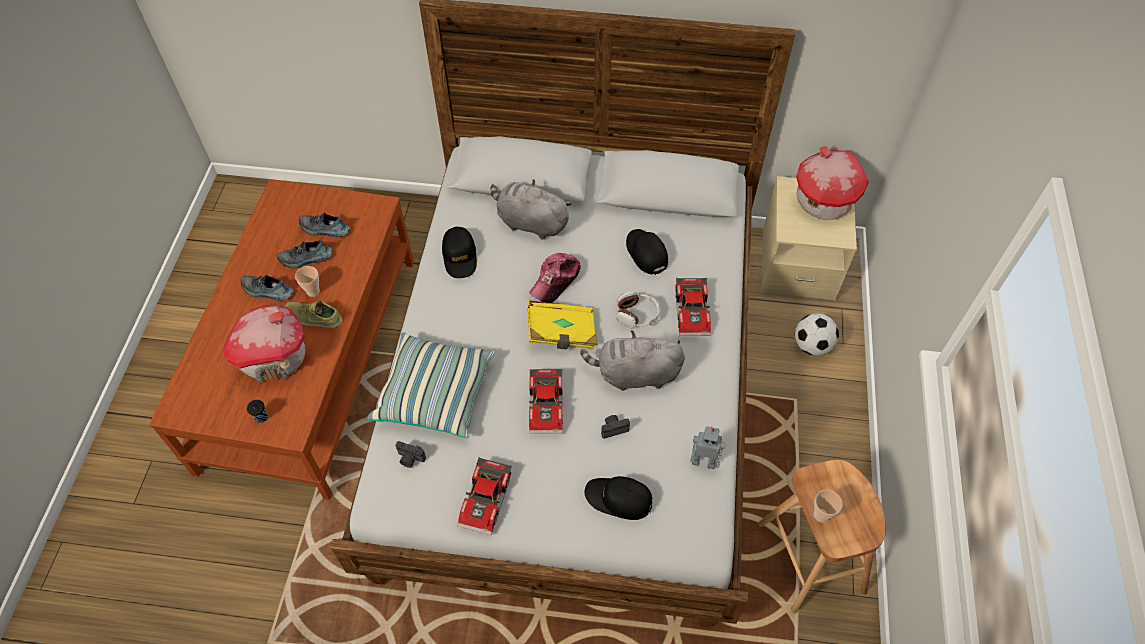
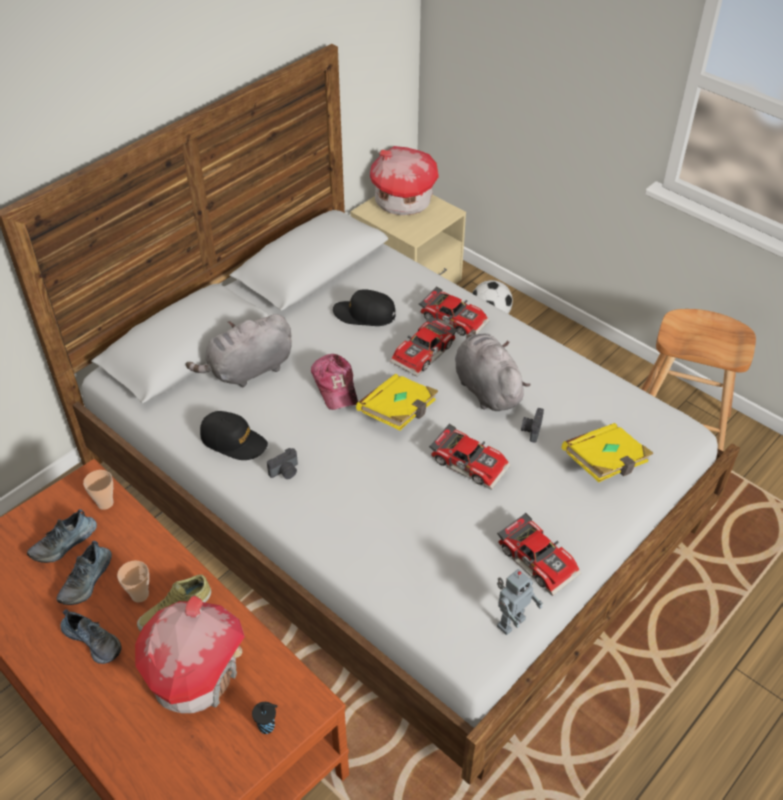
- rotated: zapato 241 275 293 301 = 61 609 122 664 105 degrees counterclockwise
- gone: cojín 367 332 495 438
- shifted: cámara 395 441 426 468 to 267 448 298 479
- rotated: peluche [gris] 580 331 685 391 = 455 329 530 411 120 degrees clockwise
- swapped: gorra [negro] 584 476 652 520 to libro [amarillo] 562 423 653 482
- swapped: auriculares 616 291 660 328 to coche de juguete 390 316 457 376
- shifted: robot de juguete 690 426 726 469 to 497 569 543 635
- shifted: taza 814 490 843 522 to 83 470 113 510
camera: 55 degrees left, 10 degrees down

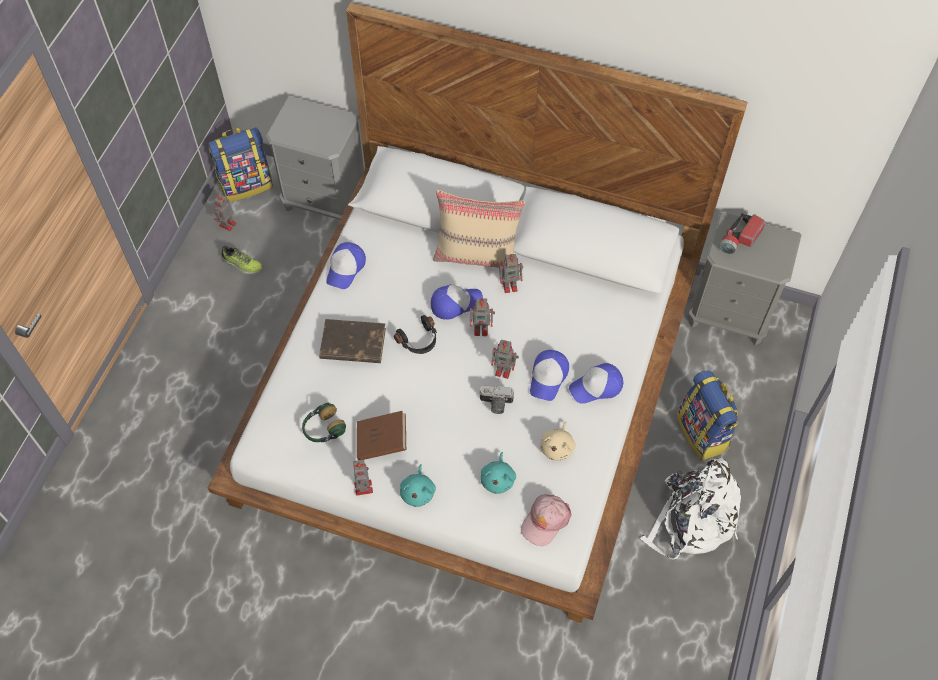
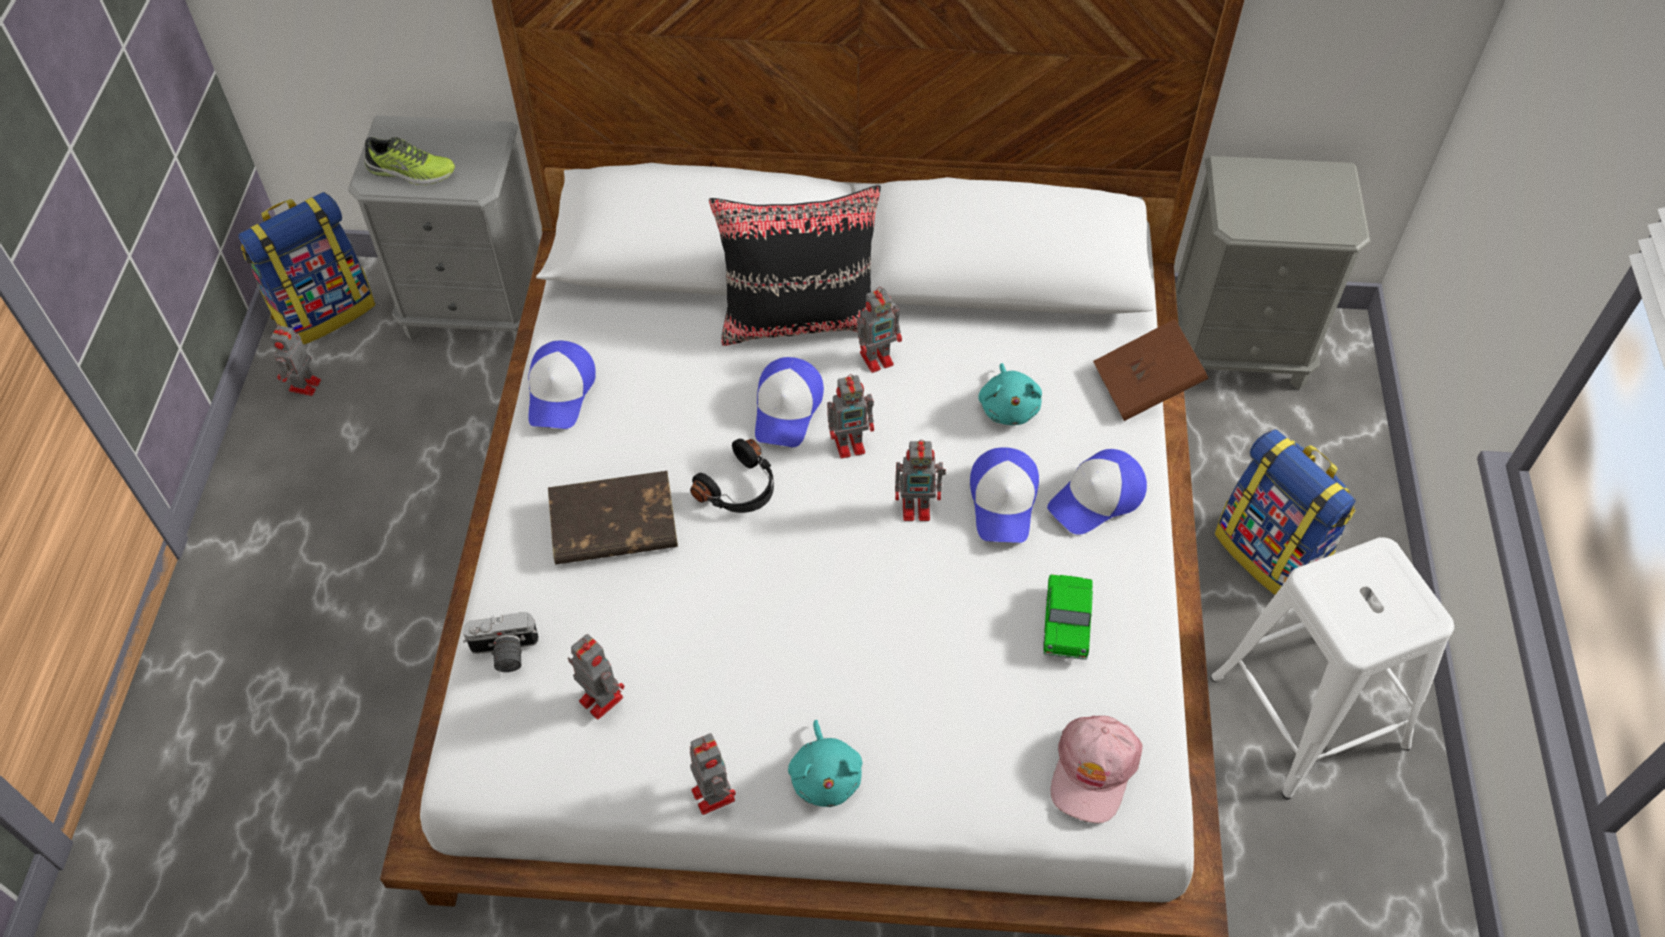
- shifted: zapato 221 246 263 274 to 364 137 455 185
- swapped: auriculares 302 403 346 443 to robot de juguete 568 634 624 720
- shifted: libro [marrón] 357 411 406 460 to 1093 319 1208 421
- rotated: gorra 430 284 483 320 = 755 357 824 447 135 degrees clockwise
- repainted: cojín [beis] 433 190 525 268 to cojín [negro] 709 185 881 346
- shifted: cámara 479 386 514 414 to 463 612 539 672
- shifted: peluche [turquesa] 481 452 516 494 to 978 363 1042 425
- swapped: peluche [beis] 540 422 576 461 to coche de juguete 1043 575 1093 660
- swapped: mochila [blanco] 640 458 741 559 to taburete [blanco] 1211 537 1454 799
- gone: linterna 719 213 765 254
camera: 15 degrees left, 5 degrees down

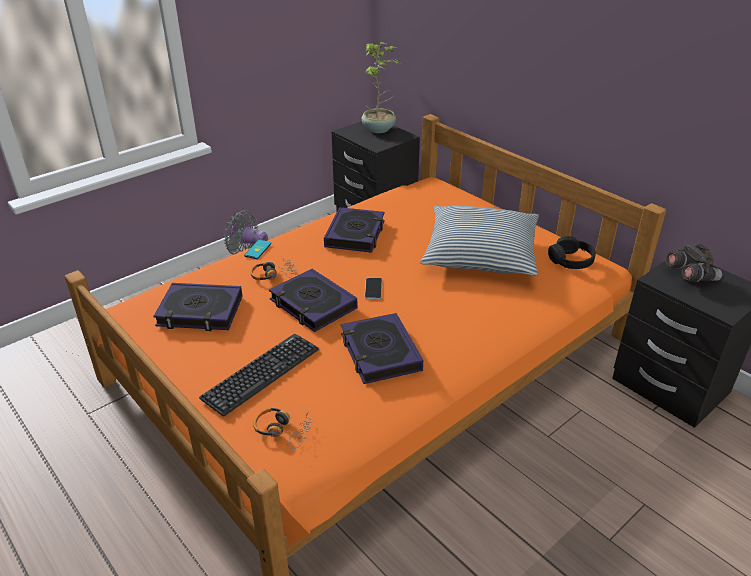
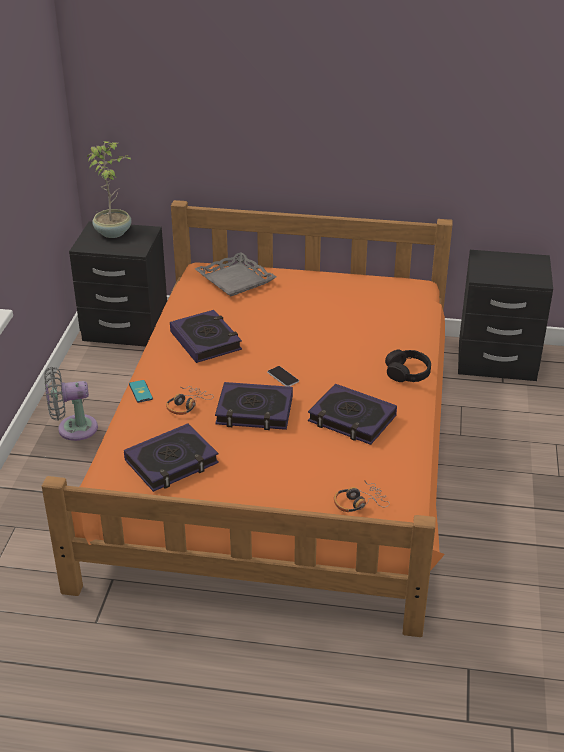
- gone: teclado 199 334 319 416
- gone: cojín 420 205 539 275
- shifted: auriculares [negro] 548 236 596 269 to 385 349 431 382
- gone: prismáticos [gris] 665 244 722 282
- new: bandeja [gris] 195 252 276 297
camera: 40 degrees left, 0 degrees up

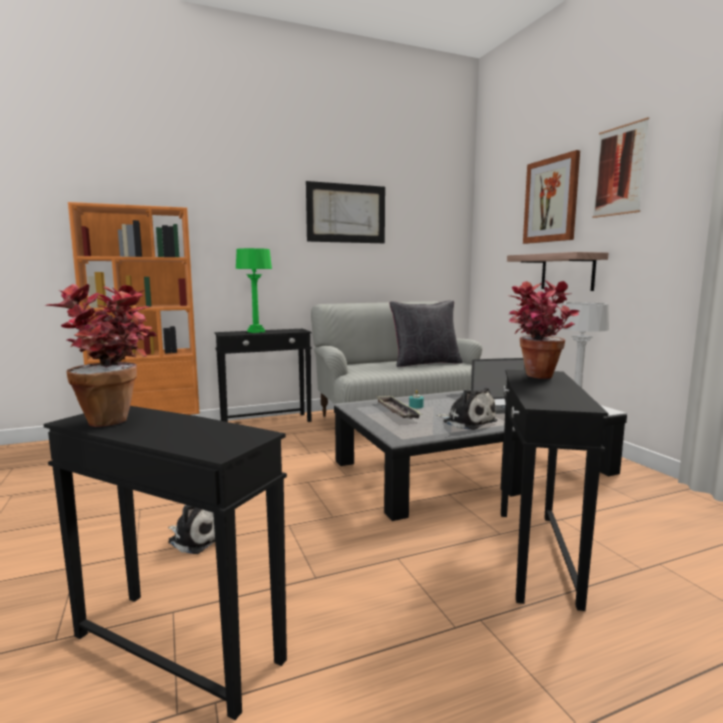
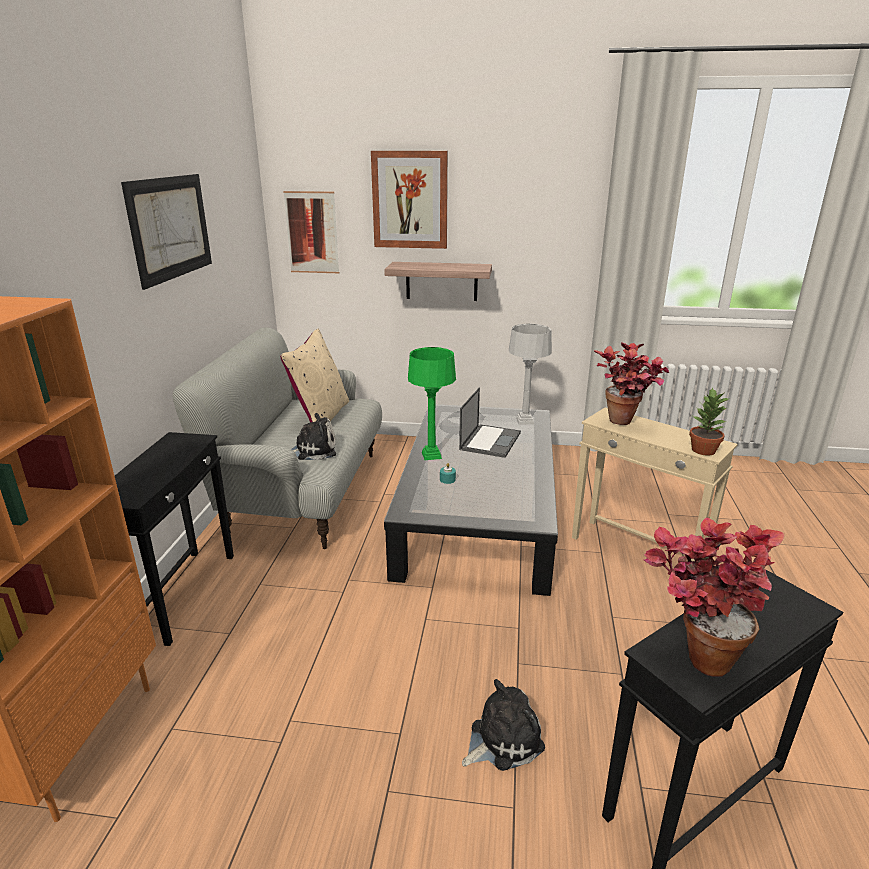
- shifted: lámpara de mesa [verde] 236 248 272 333 to 408 347 456 460
- gone: bandeja 375 396 423 419
- repainted: cojín [negro] 390 300 462 367 to cojín [beis] 280 329 349 422
- shifted: peluche 437 388 497 430 to 291 413 336 460
- repainted: mesa auxiliar [negro] 501 370 608 611 to mesa auxiliar [beis] 572 407 738 561
- shifted: cuadro 592 117 649 218 to 283 191 339 273
- new: planta en maceta 689 387 730 455
camera: 60 degrees left, 15 degrees up

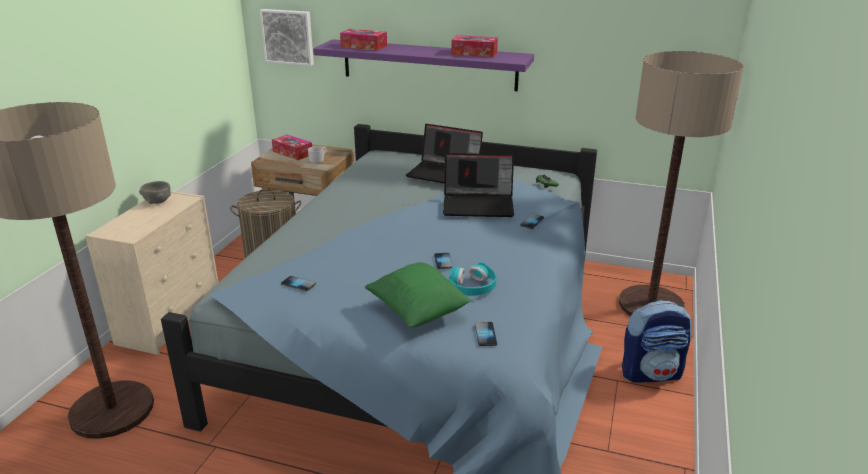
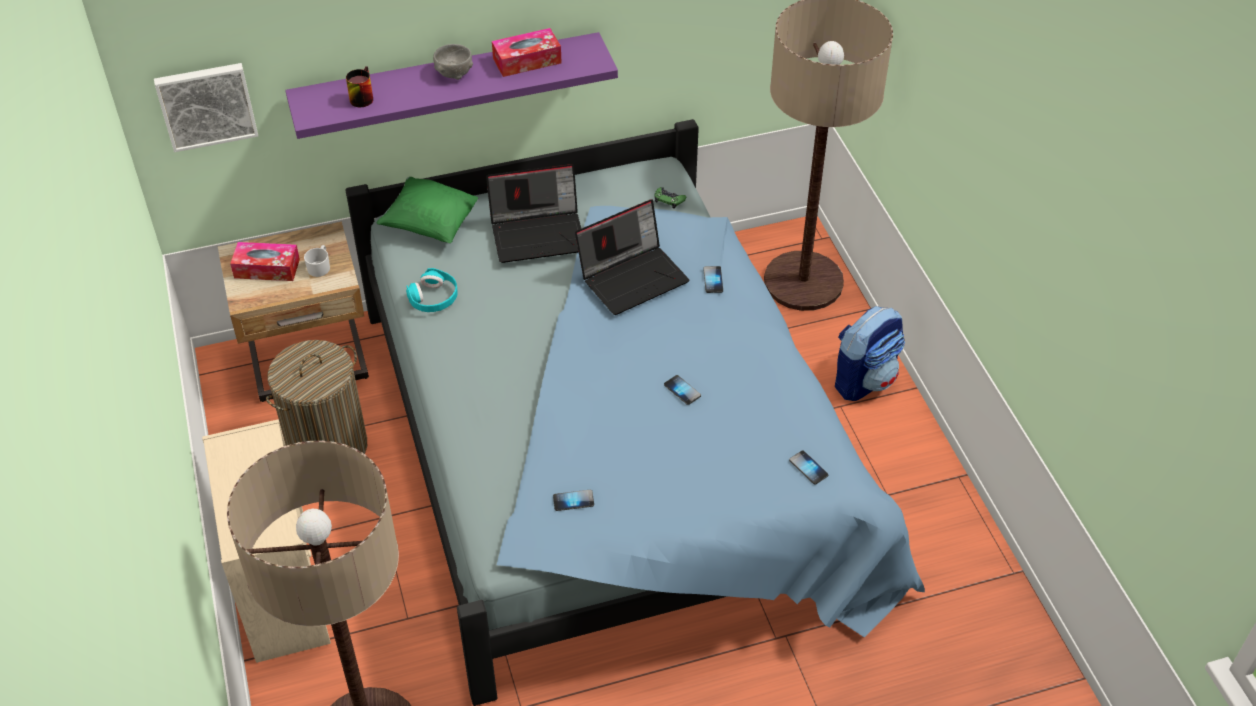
- shifted: cuenco [gris] 139 181 171 204 to 433 44 473 80
- swapped: caja de pañuelos 340 29 387 51 to taza grande 346 66 373 107
- shifted: cojín [verde] 364 262 471 328 to 376 177 478 243
- shifted: auriculares [turquesa] 449 262 497 296 to 406 268 458 312
camera: 35 degrees left, 20 degrees up

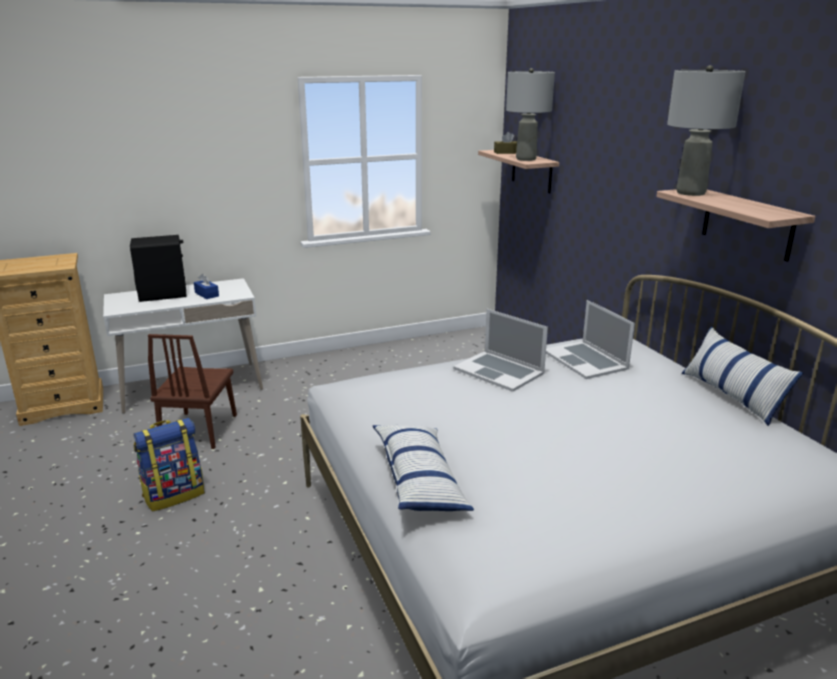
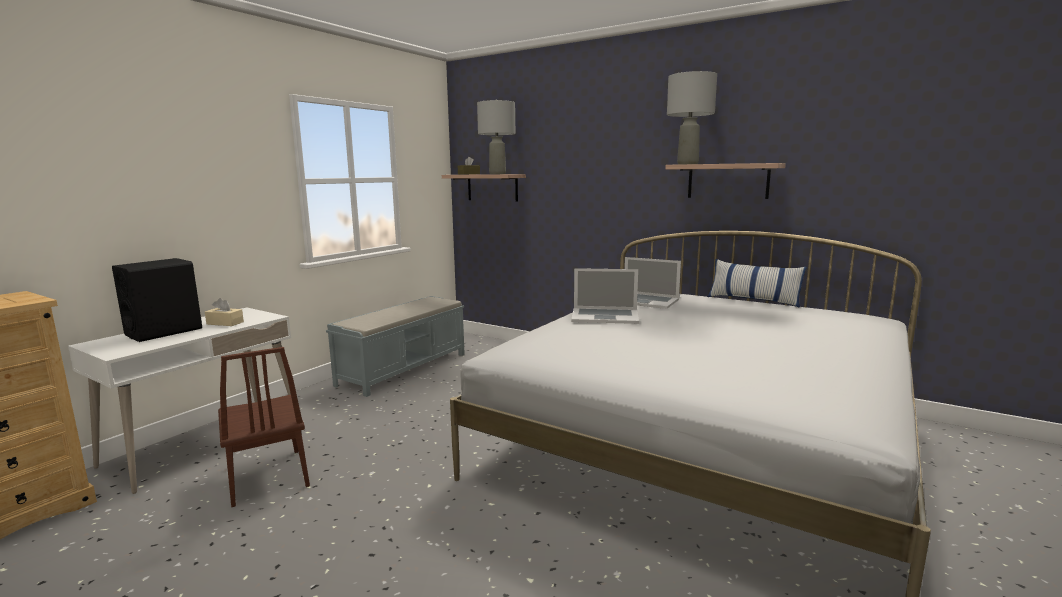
- gone: mochila 134 418 205 512
- repainted: caja de pañuelos [azul] 194 274 219 299 to caja de pañuelos [beis] 205 298 244 326
- gone: cojín 373 425 474 511
- new: banco [gris] 326 296 465 397
camera: 35 degrees left, 10 degrees down

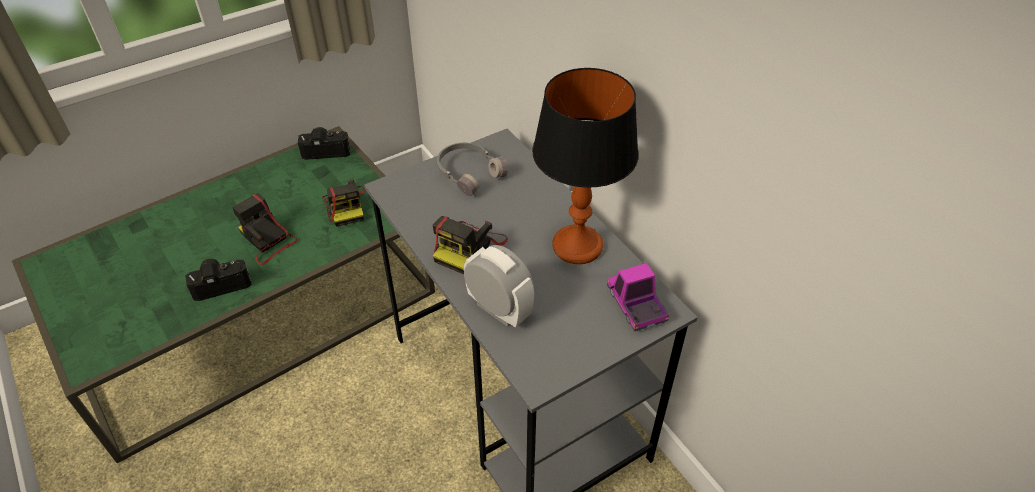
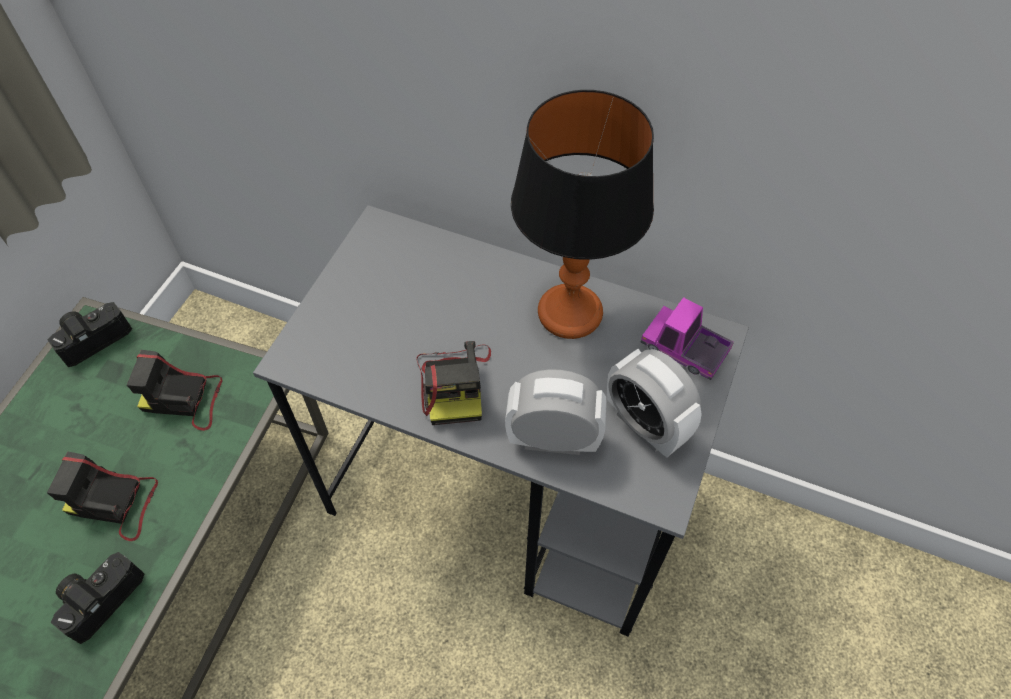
- rotated: cámara 322 179 365 227 = 127 350 223 431 150 degrees clockwise
- gone: auriculares [gris] 437 143 508 196
- new: despertador 607 349 702 458
camera: 35 degrees left, 10 degrees up

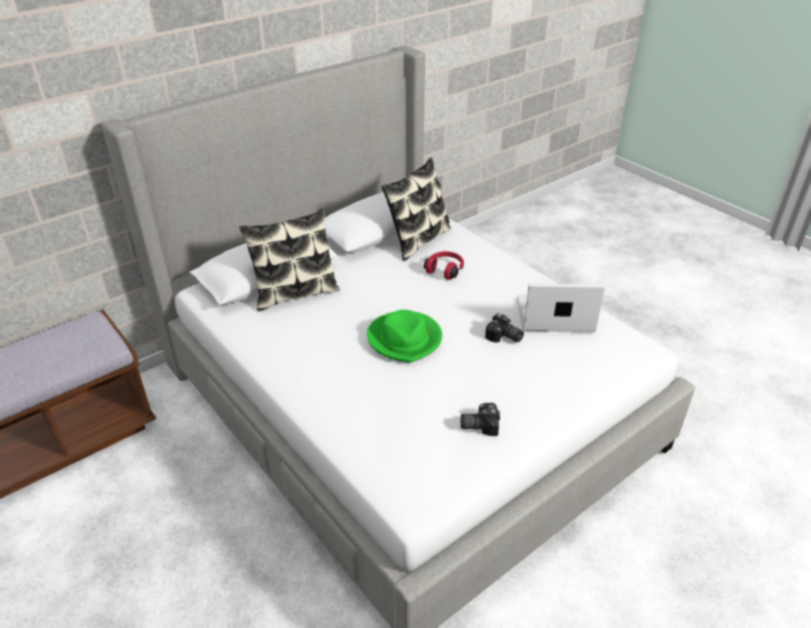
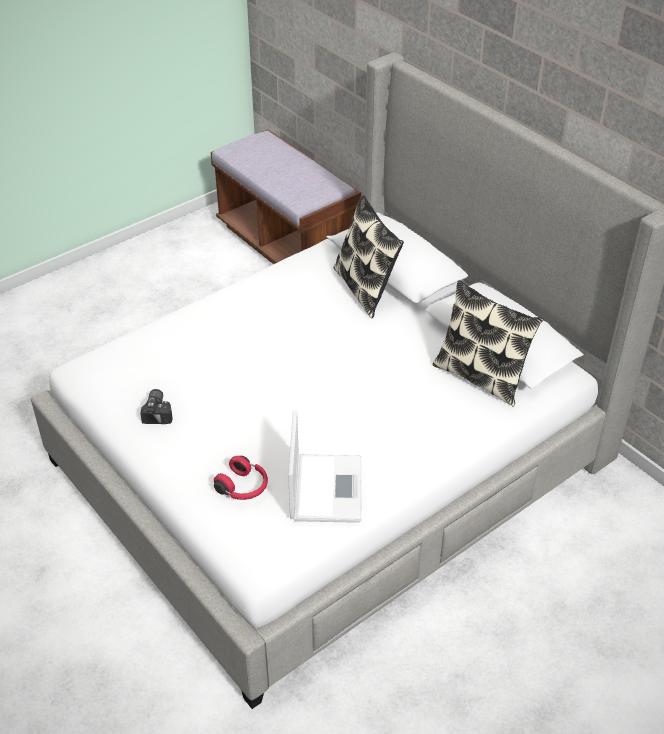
- gone: sombrero [verde] 367 310 442 363
- shifted: auriculares [rojo] 424 251 464 280 to 214 456 268 500
- gone: cámara 485 313 524 343
camera: 90 degrees right, 5 degrees up

